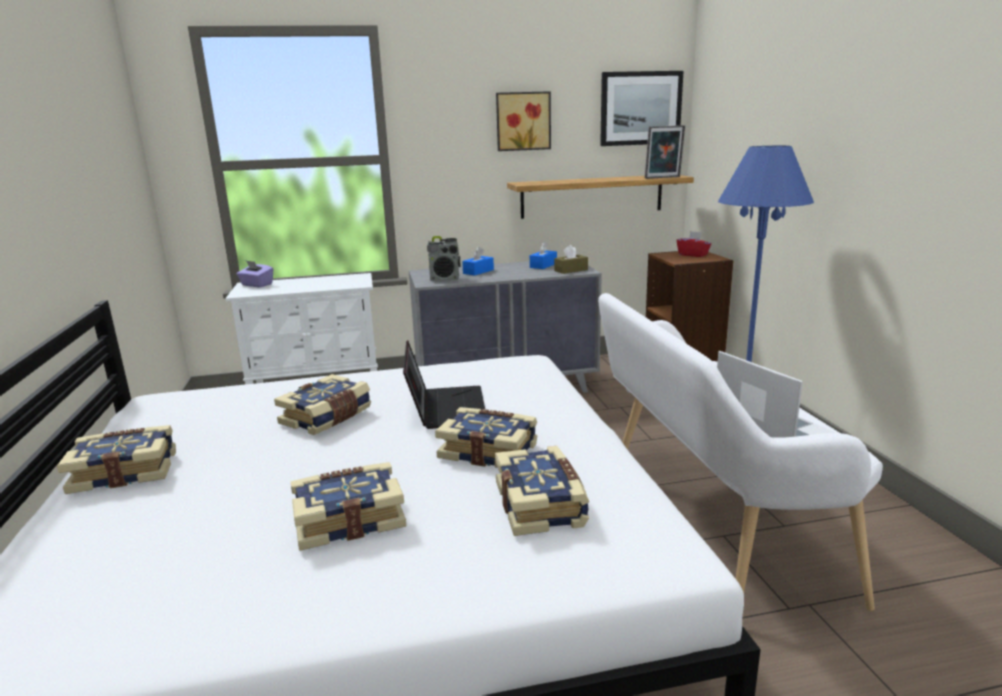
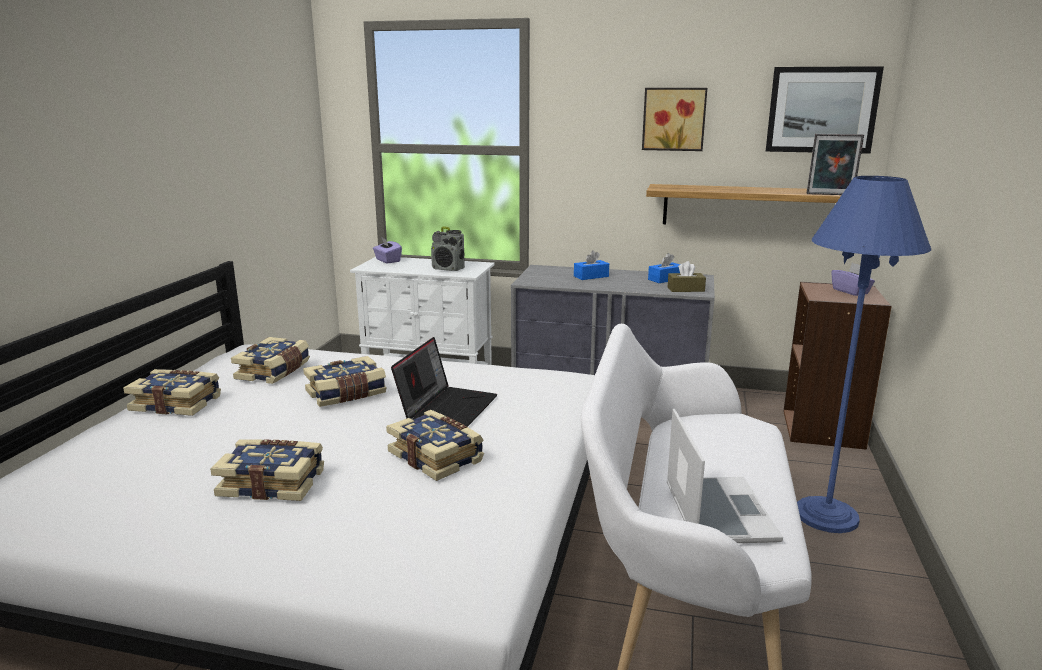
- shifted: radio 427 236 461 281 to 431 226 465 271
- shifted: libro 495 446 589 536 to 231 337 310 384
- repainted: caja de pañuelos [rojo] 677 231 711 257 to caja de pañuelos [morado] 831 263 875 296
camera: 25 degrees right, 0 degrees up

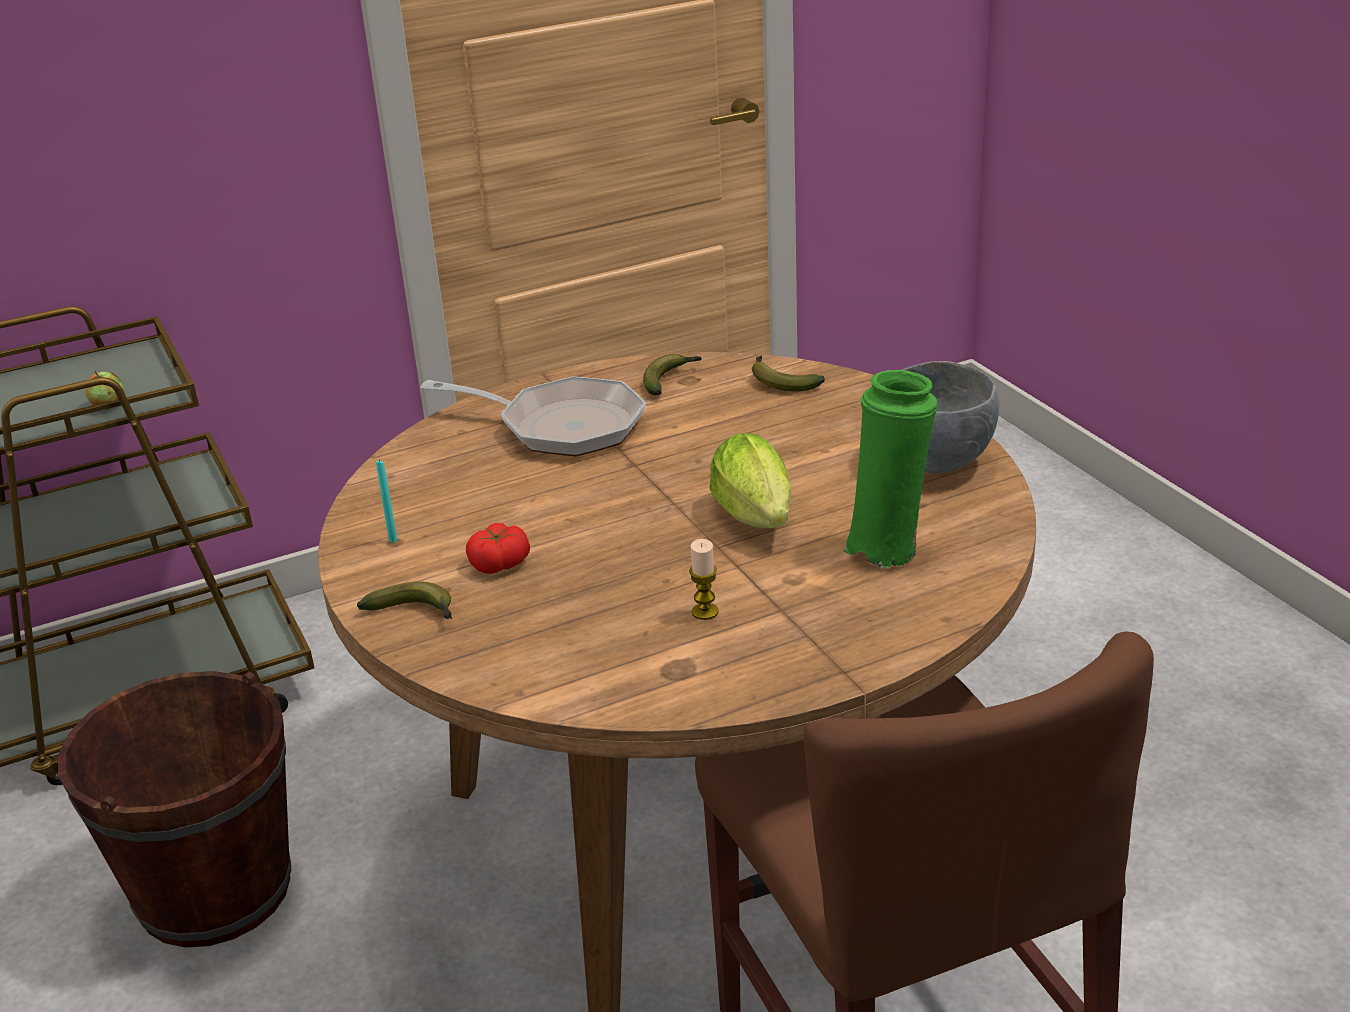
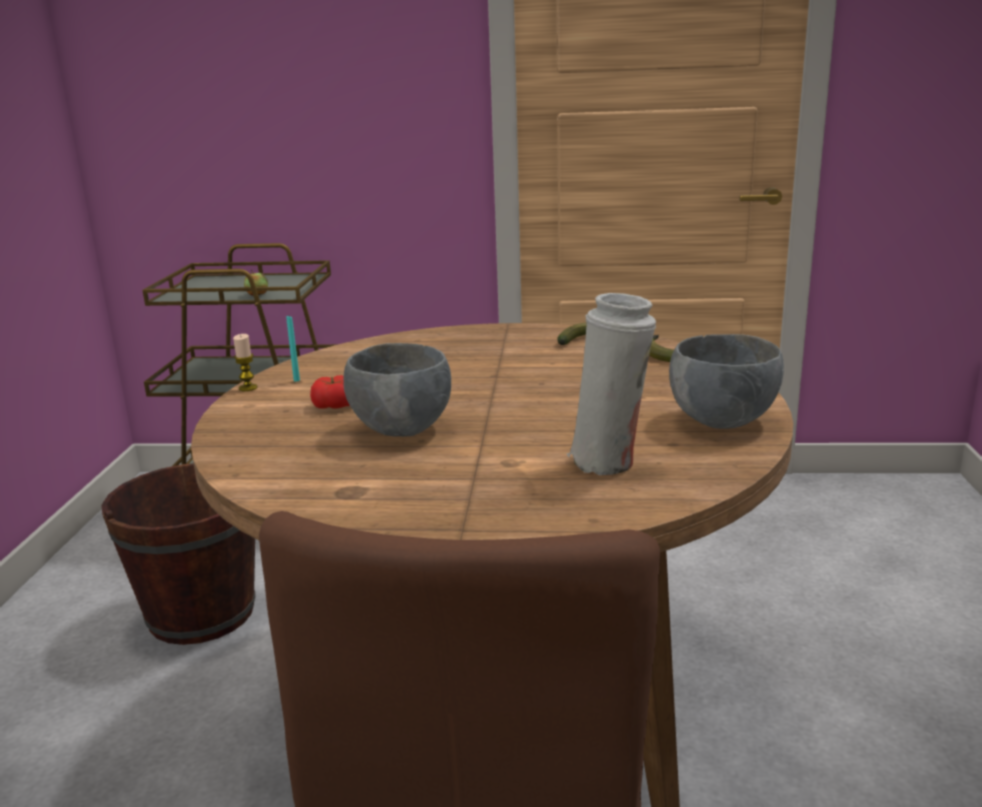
- gone: plátano 357 581 452 619
- gone: sartén 420 376 646 456
- shifted: vela 689 539 719 620 to 233 334 257 391
- gone: lechuga 709 433 792 528
- repainted: florero [verde] 843 370 938 568 to florero [blanco] 566 293 656 475
- new: cuenco [gris] 343 343 451 437
camera: 30 degrees right, 10 degrees down

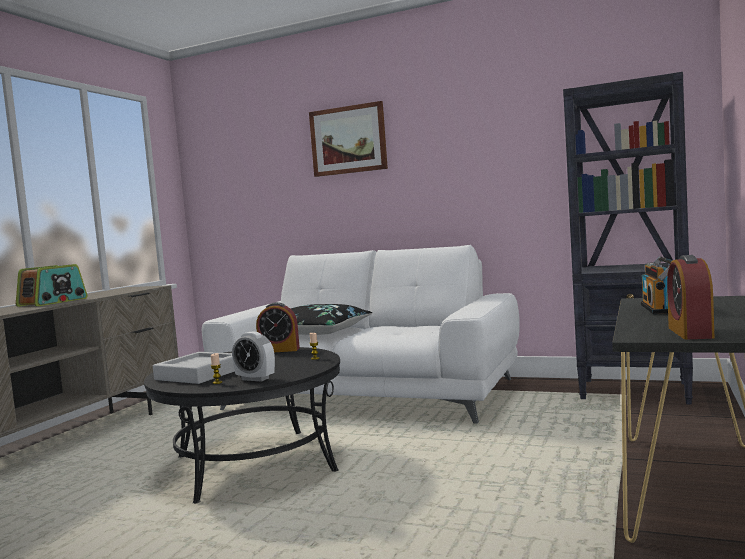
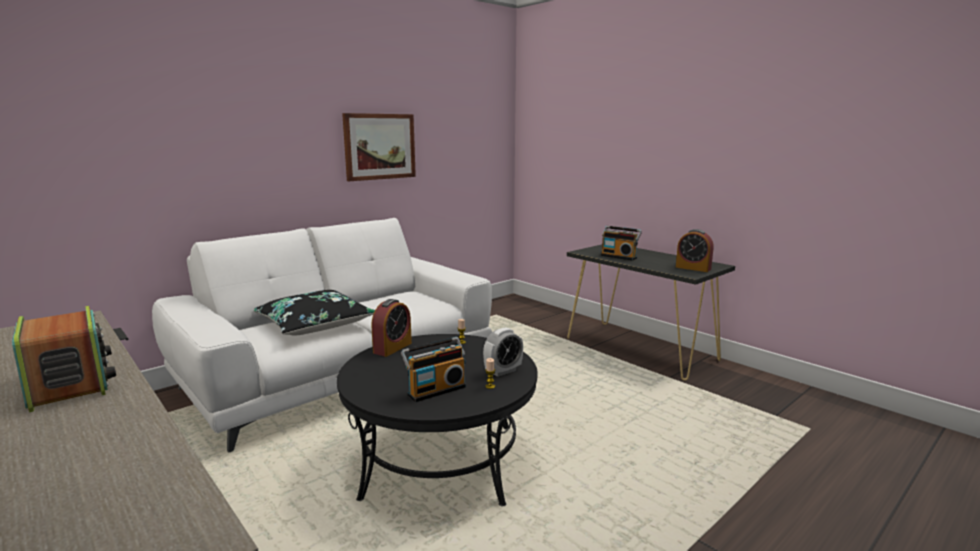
- swapped: bandeja [gris] 153 352 235 384 to radio 401 337 466 402
- shifted: cuadro 309 101 388 177 to 342 113 416 181
- gone: estantería [negro] 563 72 693 405
camera: 65 degrees left, 10 degrees up

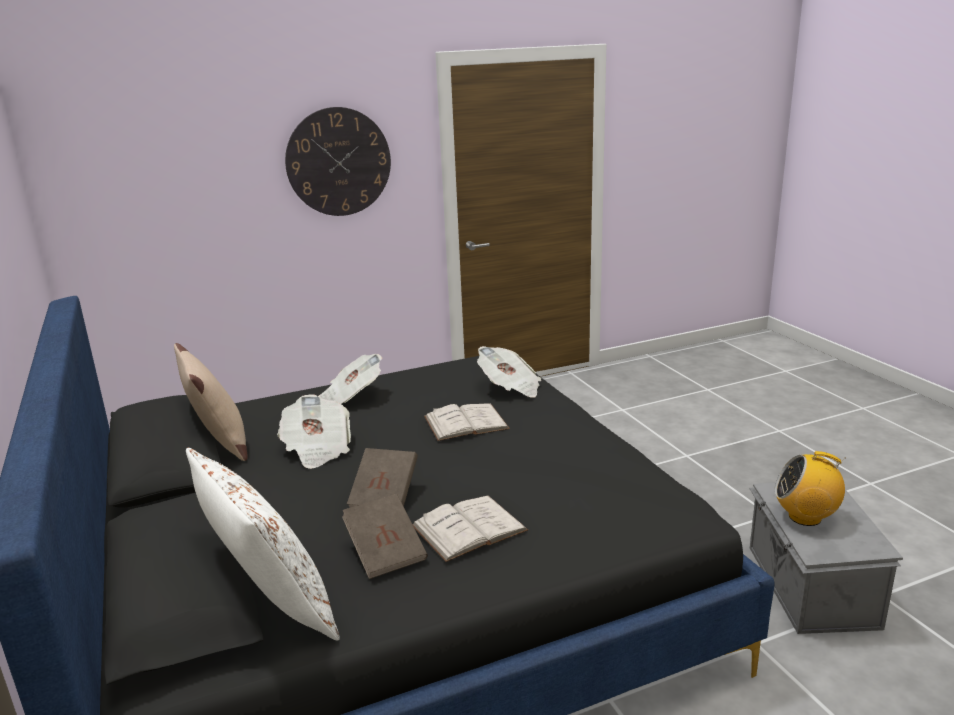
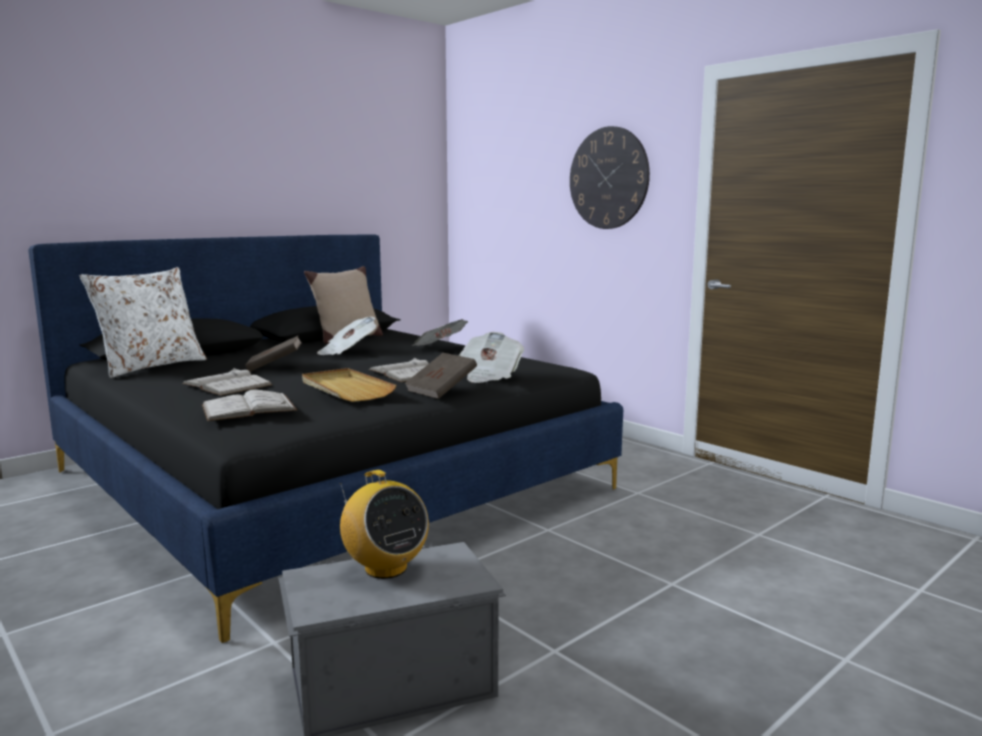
- shifted: libro [marrón] 342 494 428 579 to 405 353 477 399
- rotated: radio 774 451 845 526 = 340 470 429 579 150 degrees clockwise
- new: libro [blanco] 202 390 297 421
- new: bandeja [beis] 302 368 396 402
camera: 70 degrees right, 10 degrees down

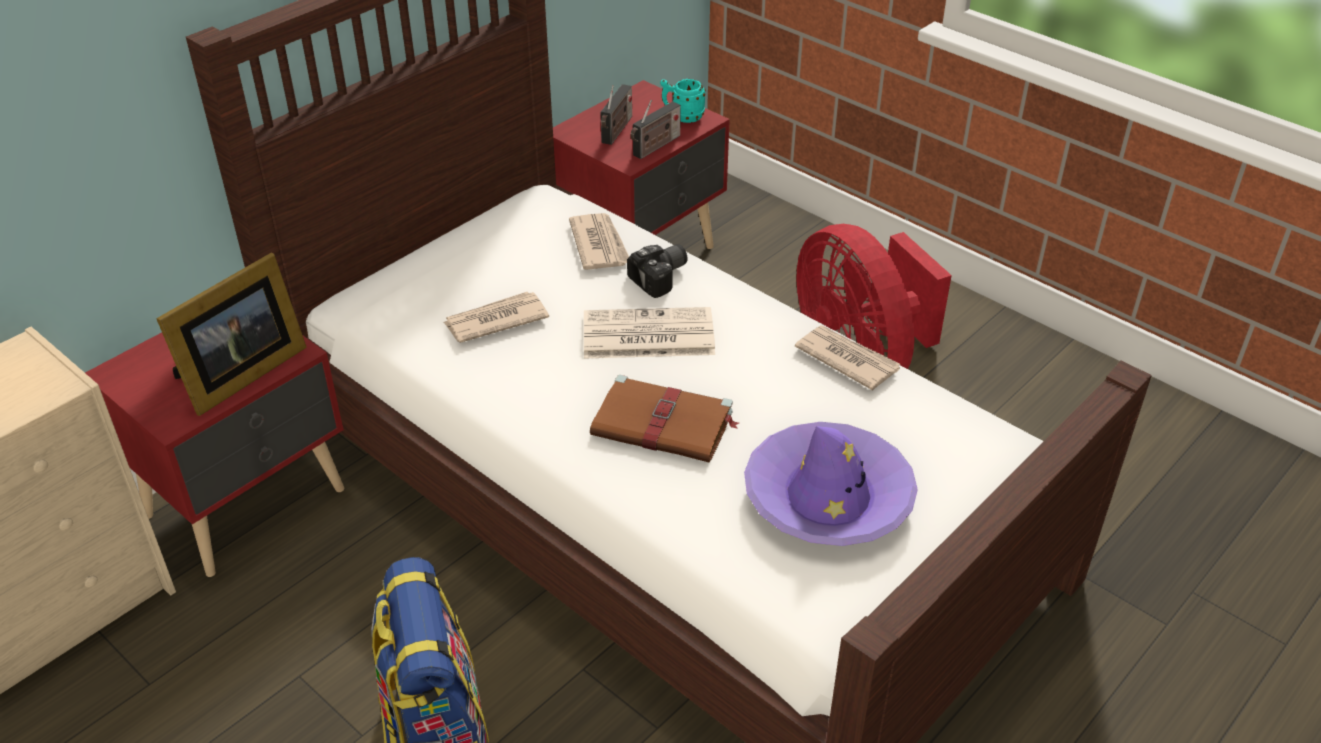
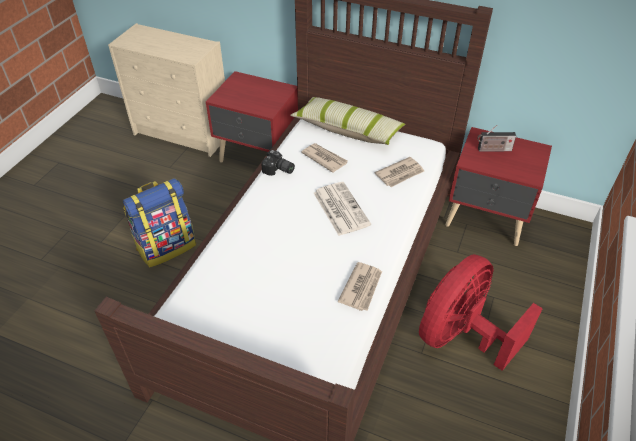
- gone: portarretratos 156 253 307 416
- gone: libro [marrón] 590 375 739 462
- shifted: cámara 627 244 688 298 to 261 150 295 176
- gone: radio 630 100 681 159
- gone: taza grande [turquesa] 660 79 706 123
- gone: sombrero [morado] 744 422 918 546
- new: cojín 290 97 405 145
camera: 70 degrees right, 5 degrees up

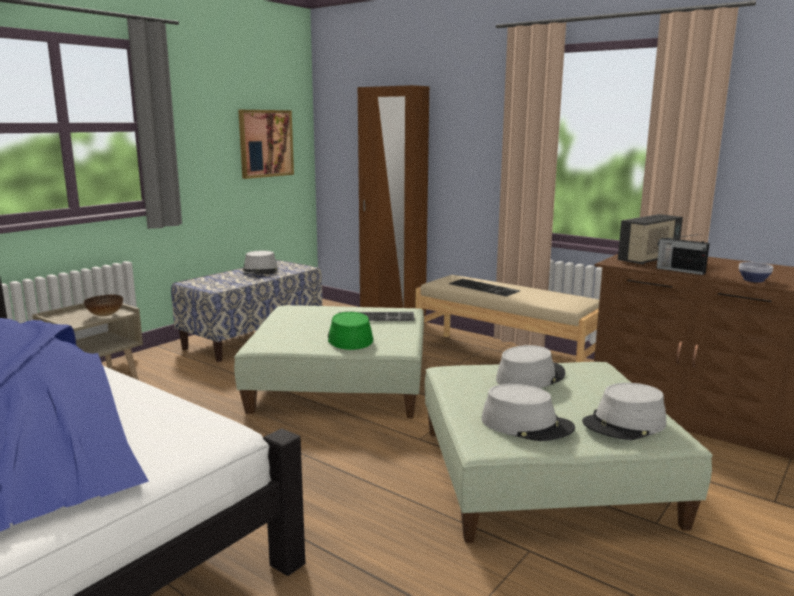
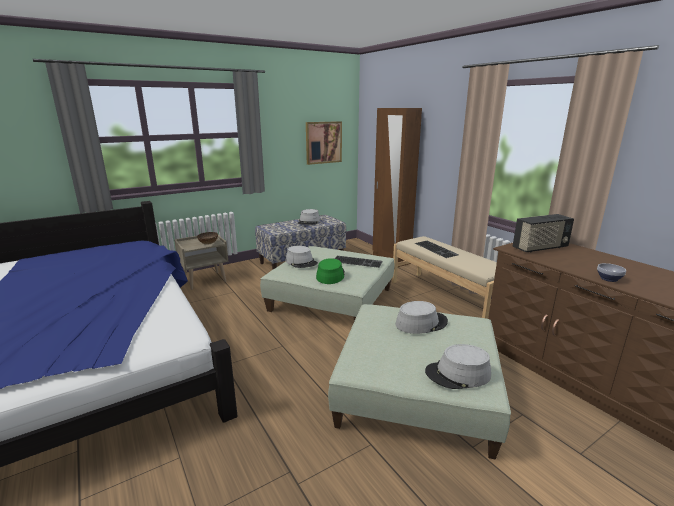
- shifted: sombrero [gris] 481 384 575 441 to 286 246 318 268
- gone: radio 656 234 710 275
camera: 20 degrees right, 5 degrees up

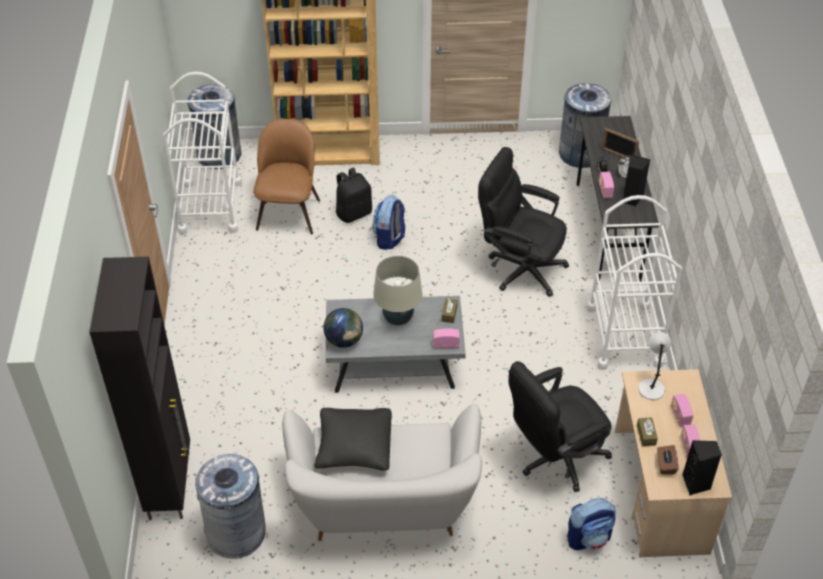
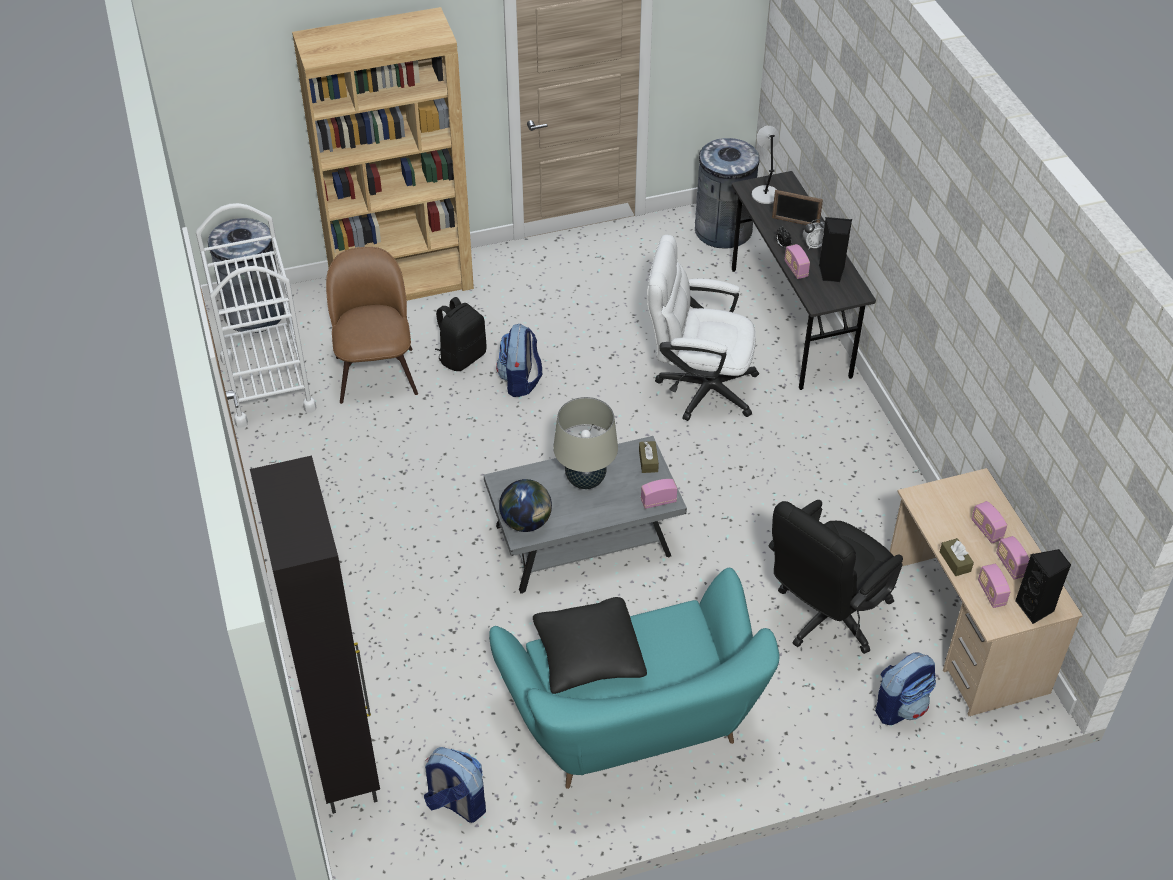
- swapped: papelera [gris] 195 454 266 559 to mochila 424 747 486 823
- repainted: sofá [blanco] 282 404 482 541 to sofá [turquesa] 489 568 780 789
- repainted: silla de oficina [negro] 478 147 569 297 to silla de oficina [blanco] 647 235 759 421
- gone: carrito [blanco] 586 195 682 370
- shifted: lámpara de mesa [gris] 638 332 671 400 to 752 126 779 204
- swapped: caja de pañuelos [marrón] 657 445 679 474 to radio 978 564 1011 608
camera: 15 degrees left, 0 degrees up

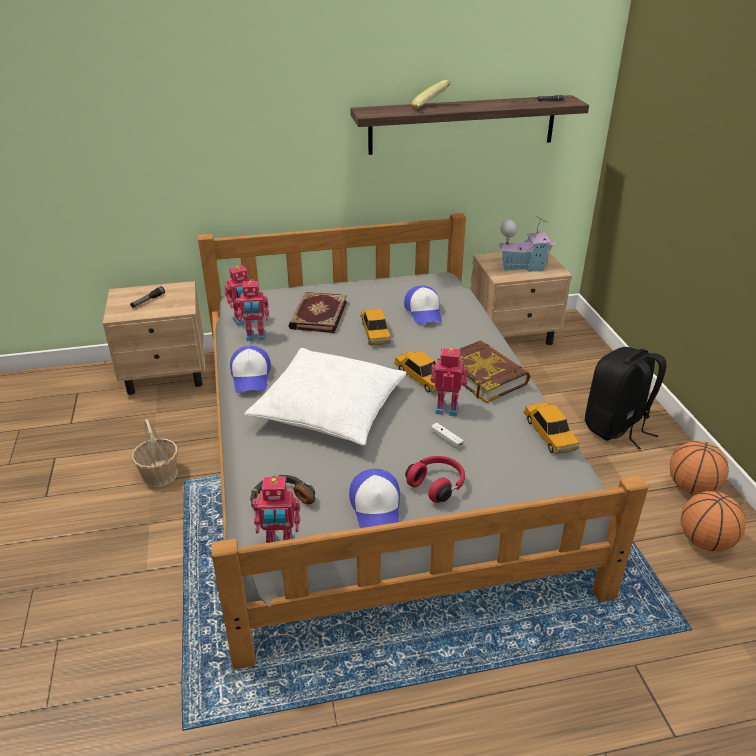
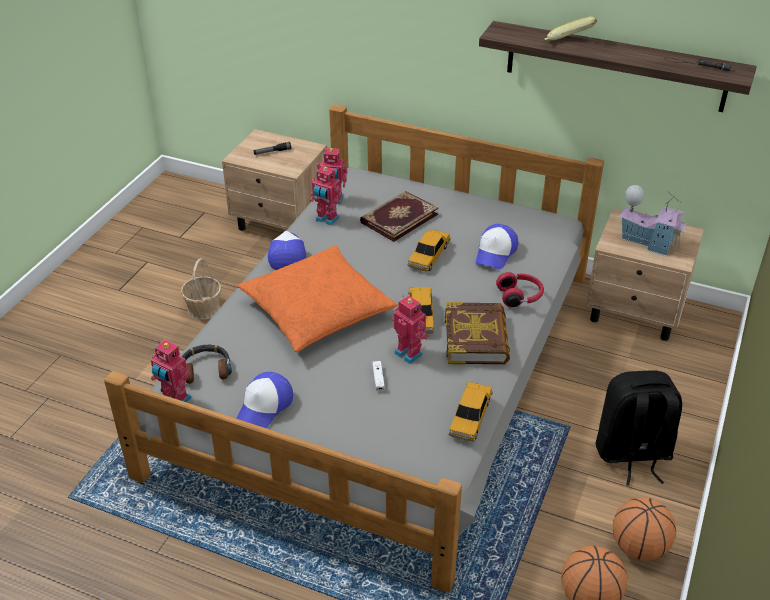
- rotated: gorra 230 346 271 393 = 268 231 307 270 150 degrees clockwise
- repainted: cojín [blanco] 245 348 407 445 to cojín [naranja] 237 246 398 352
- shifted: auriculares [rojo] 405 456 465 503 to 496 272 544 307
camera: 35 degrees right, 5 degrees up

